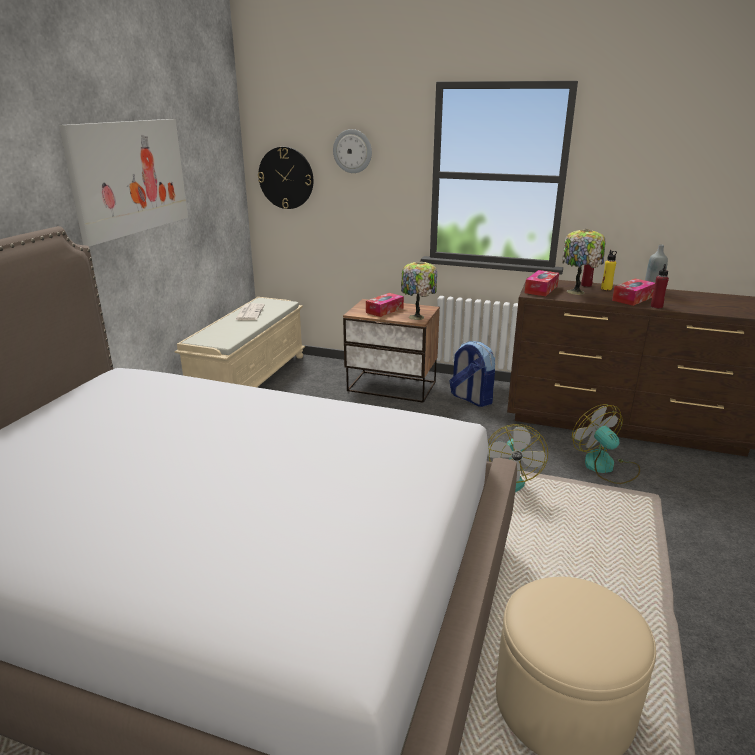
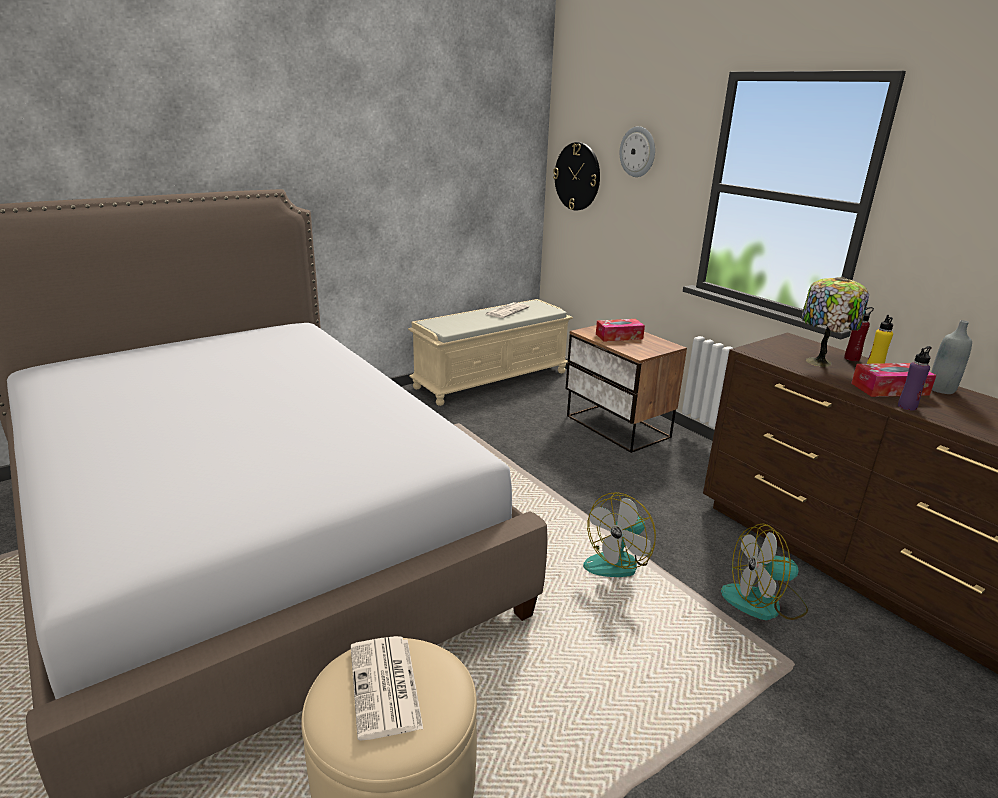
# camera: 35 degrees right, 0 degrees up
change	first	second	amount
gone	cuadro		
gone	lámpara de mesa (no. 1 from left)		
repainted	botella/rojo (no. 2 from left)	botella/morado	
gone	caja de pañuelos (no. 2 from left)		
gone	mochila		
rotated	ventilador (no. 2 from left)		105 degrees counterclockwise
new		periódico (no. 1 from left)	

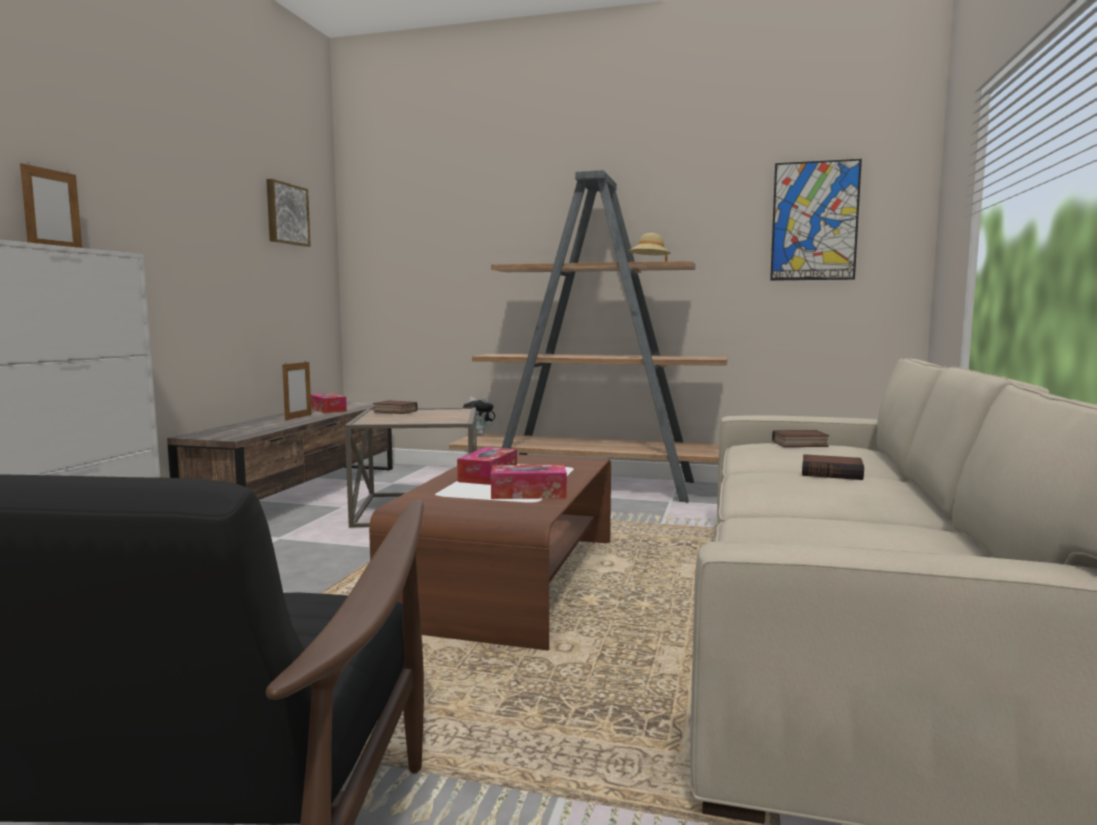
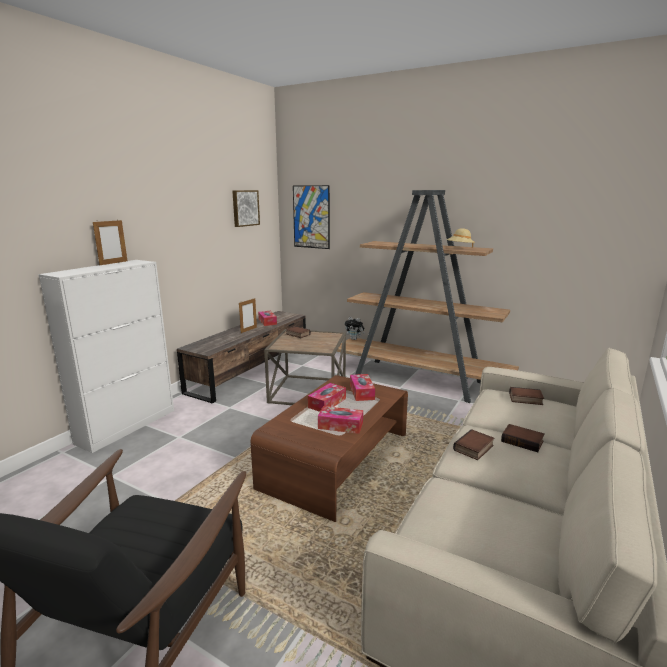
# camera: 15 degrees right, 10 degrees up
change	first	second	amount
shifted	cuadro (no. 2 from left)		
new		caja de pañuelos (no. 4 from left)	
new		libro (no. 2 from left)	

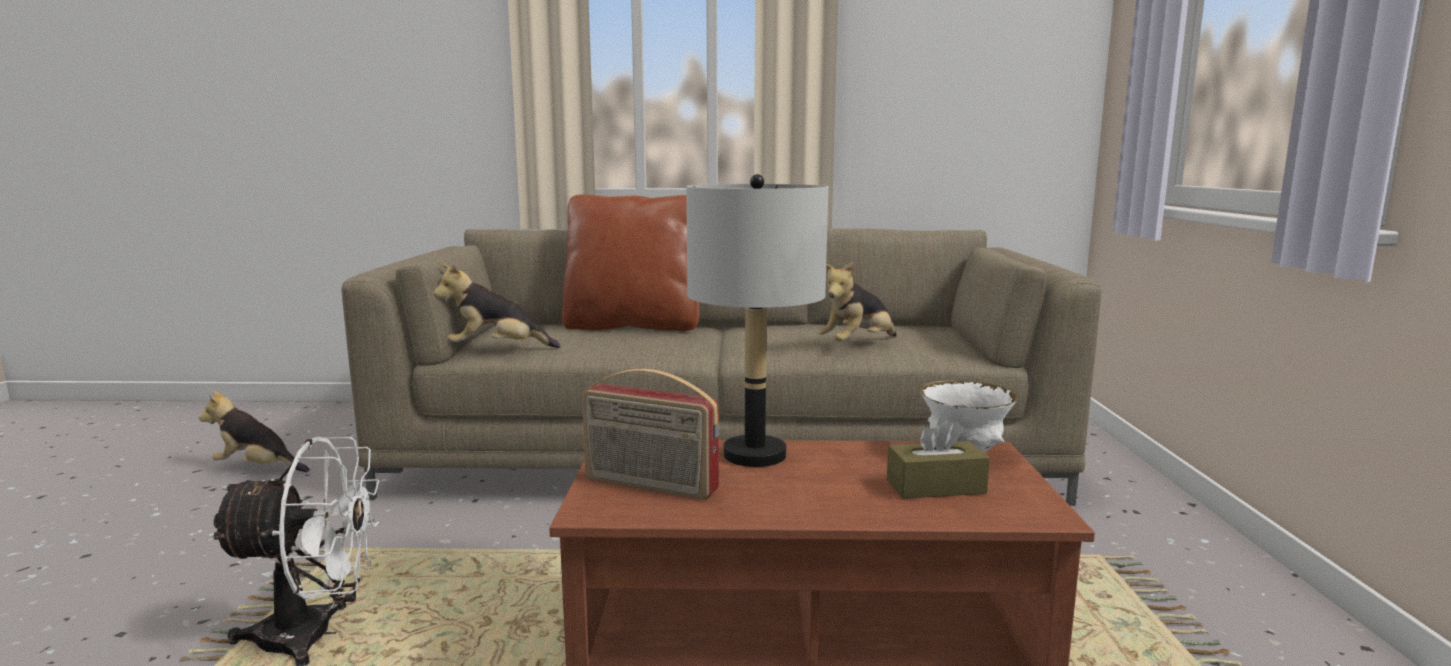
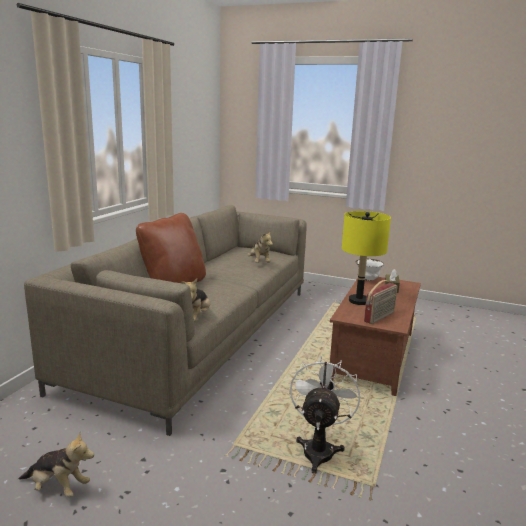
# camera: 70 degrees left, 5 degrees up
change	first	second	amount
repainted	lámpara de mesa/gris	lámpara de mesa/amarillo	
rotated	peluche (no. 1 from left)		105 degrees counterclockwise

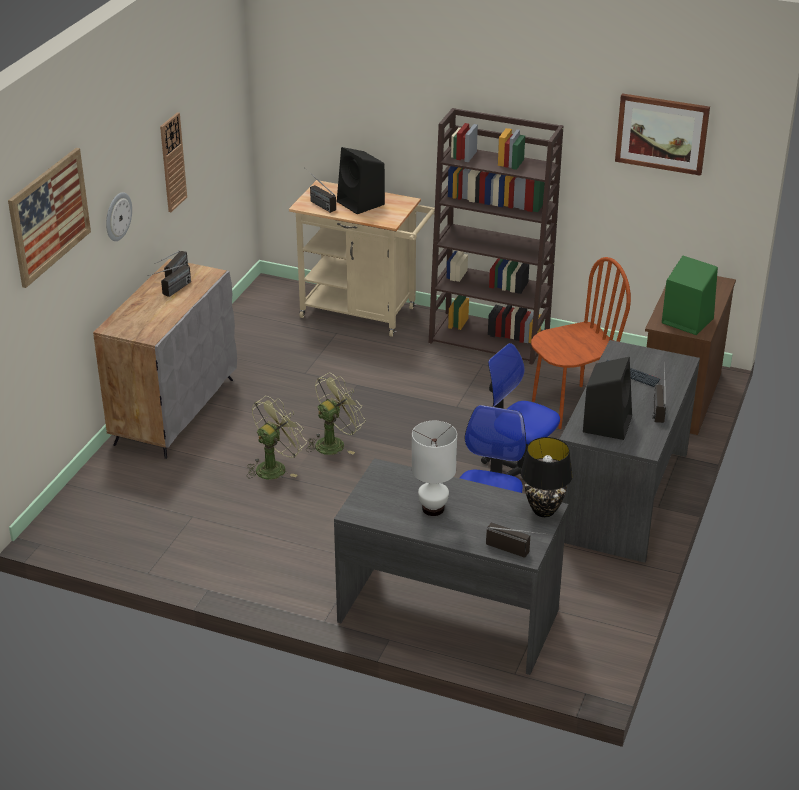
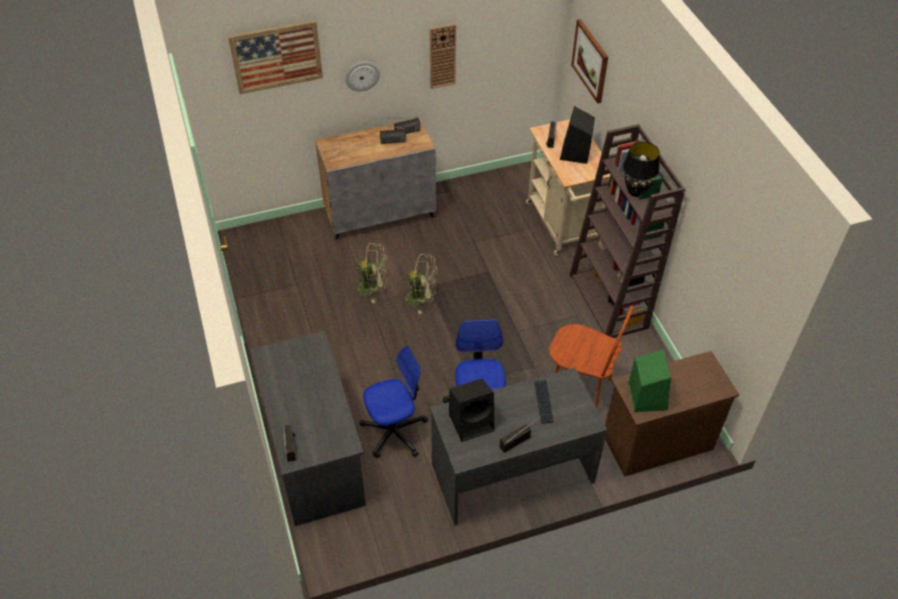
# camera: 50 degrees right, 15 degrees up
change	first	second	amount
shifted	cuadro (no. 2 from left)		
gone	lámpara de mesa/blanco		
shifted	lámpara de mesa/negro		

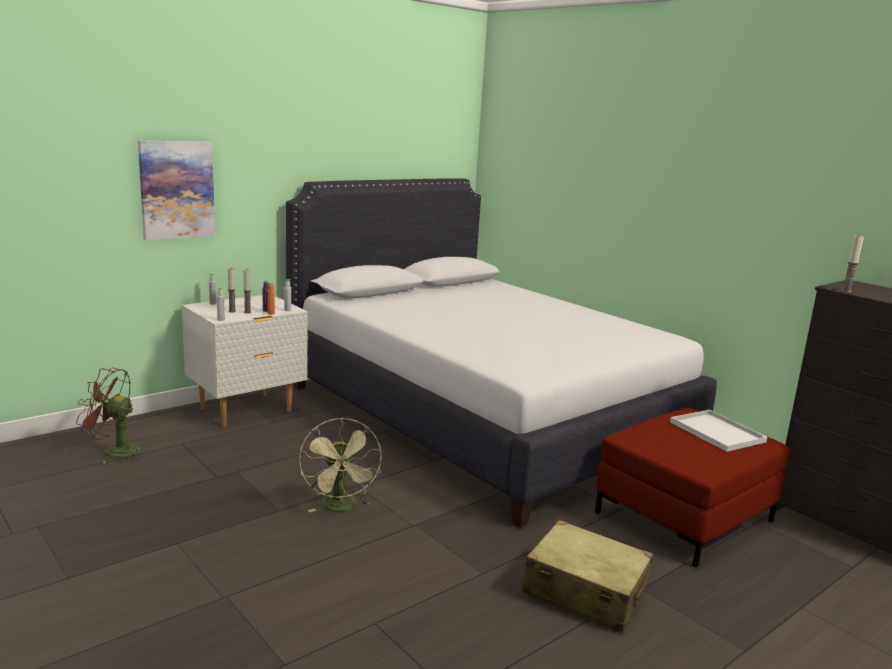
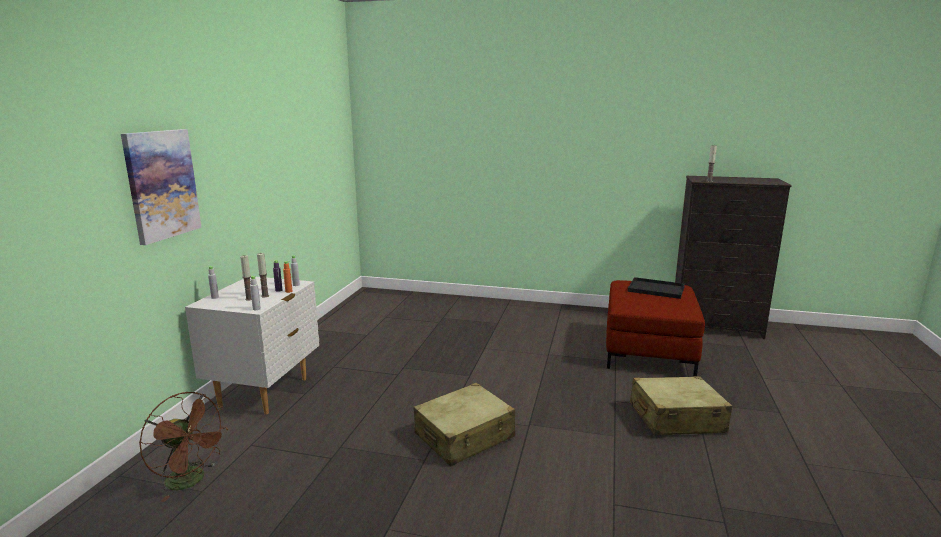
# camera: 35 degrees left, 0 degrees up
change	first	second	amount
gone	cama/blanco		
rotated	ventilador/marrón		120 degrees counterclockwise
repainted	bandeja/blanco	bandeja/negro	
swapped	ventilador/verde	maleta/beis (no. 1 from left)	

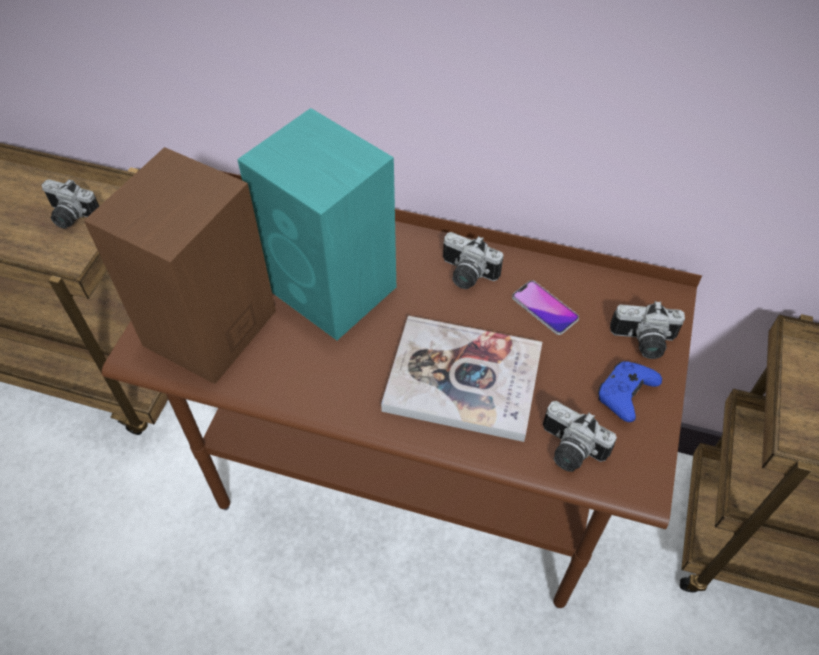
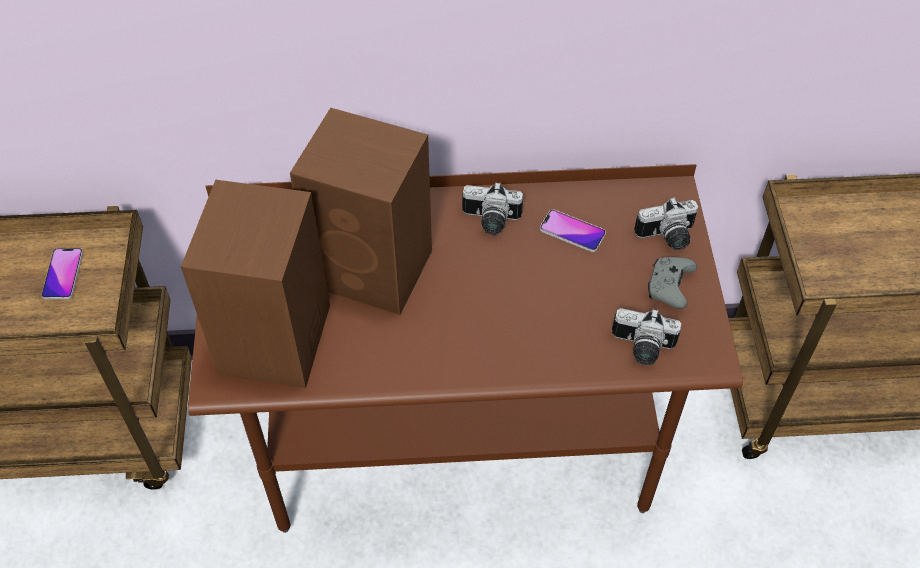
# camera: 20 degrees left, 0 degrees up
change	first	second	amount
repainted	altavoz/turquesa	altavoz/marrón (no. 2 from left)	
swapped	cámara (no. 1 from left)	móvil (no. 1 from left)	
gone	libro		
repainted	mando de consola/azul	mando de consola/gris	

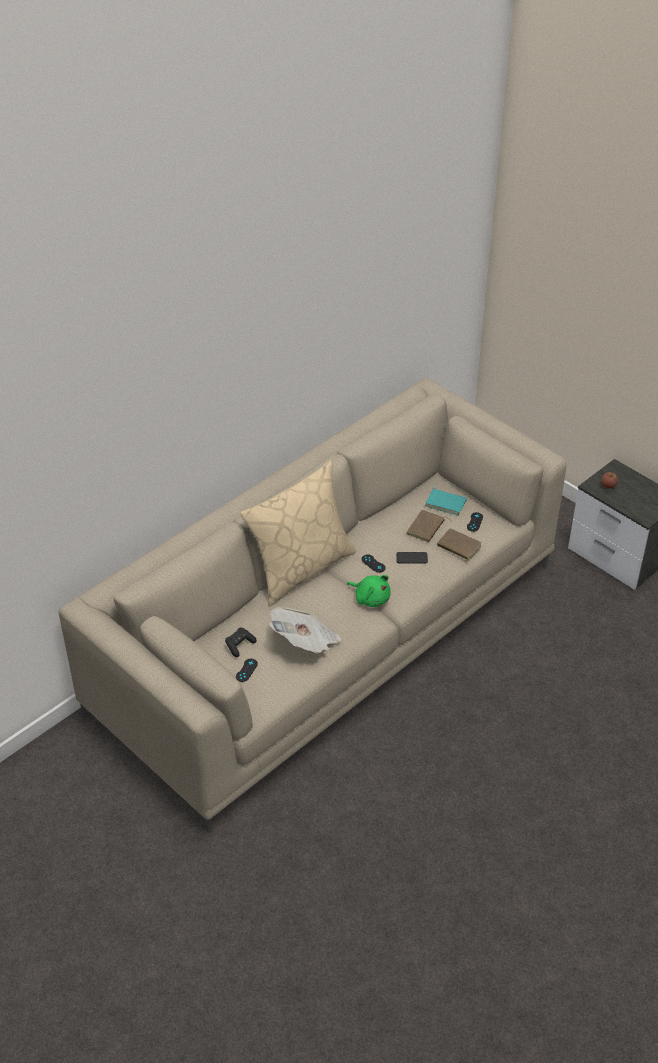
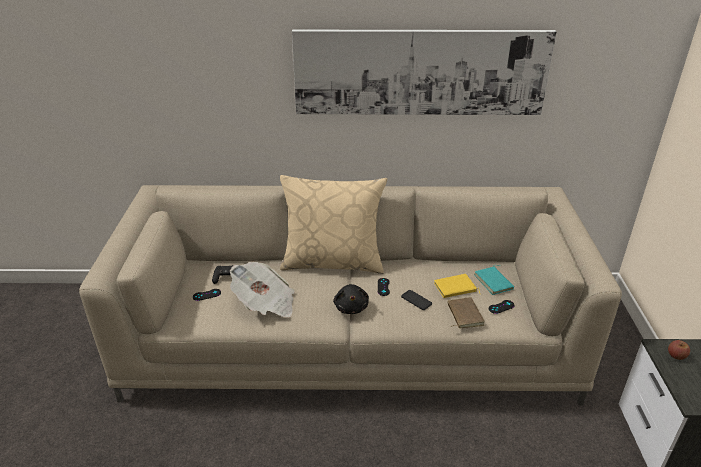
# camera: 45 degrees right, 10 degrees down
change	first	second	amount
repainted	libro/marrón (no. 1 from left)	libro/amarillo	
repainted	peluche/verde	peluche/negro	
new		cuadro	

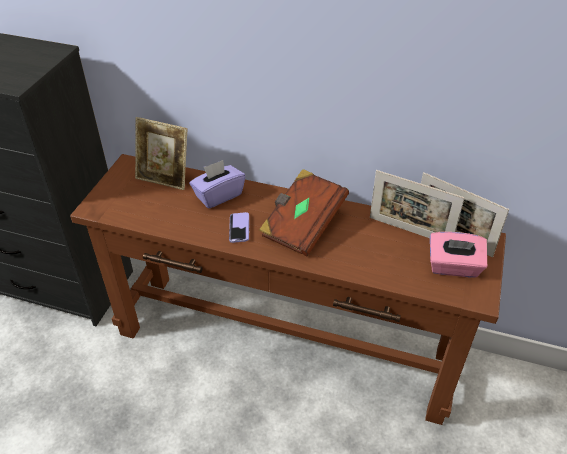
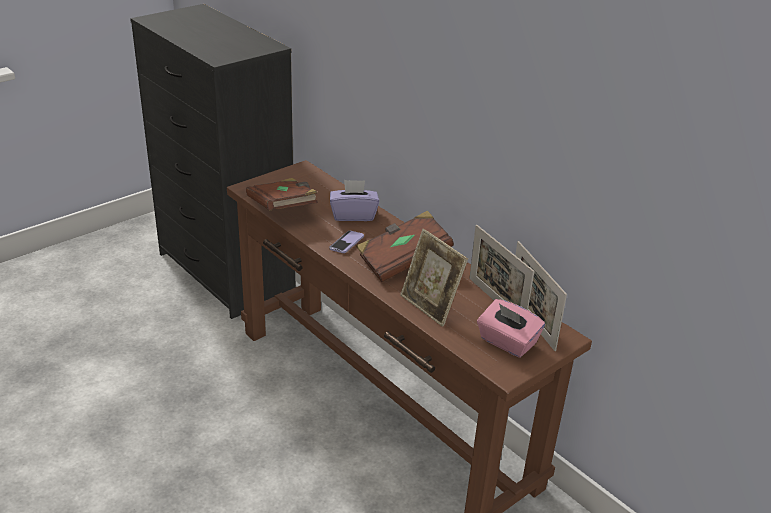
# camera: 30 degrees right, 10 degrees down
change	first	second	amount
shifted	portarretratos (no. 1 from left)		
new		libro/marrón (no. 1 from left)	

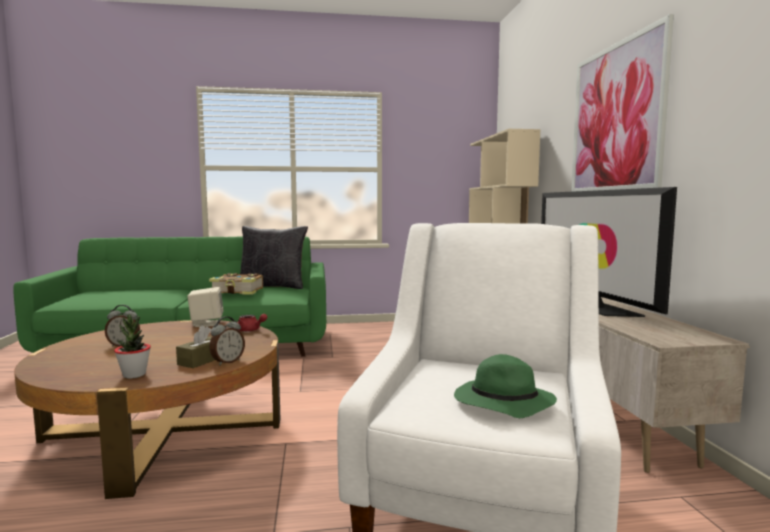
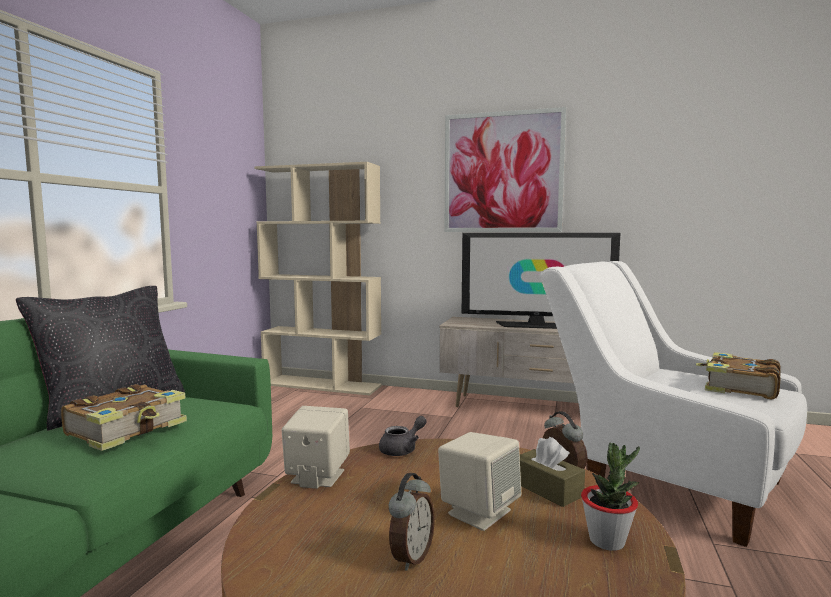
# camera: 65 degrees left, 0 degrees up
change	first	second	amount
repainted	tetera/rojo	tetera/gris	
swapped	sombrero/verde	libro (no. 2 from left)	
new		altavoz/beis (no. 2 from left)	

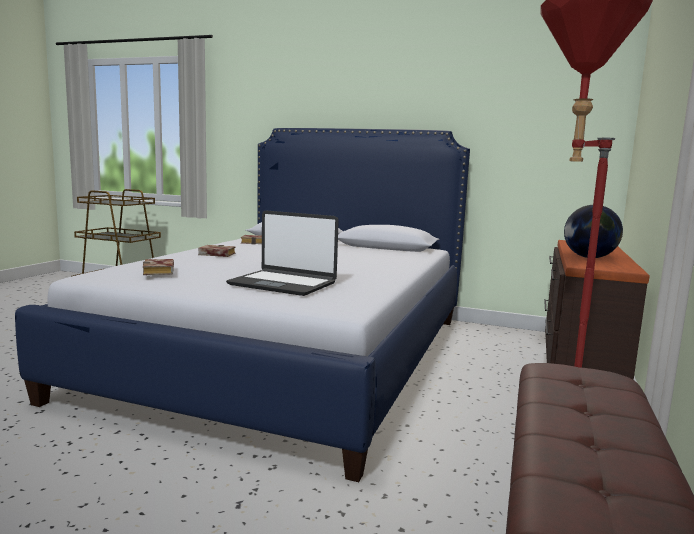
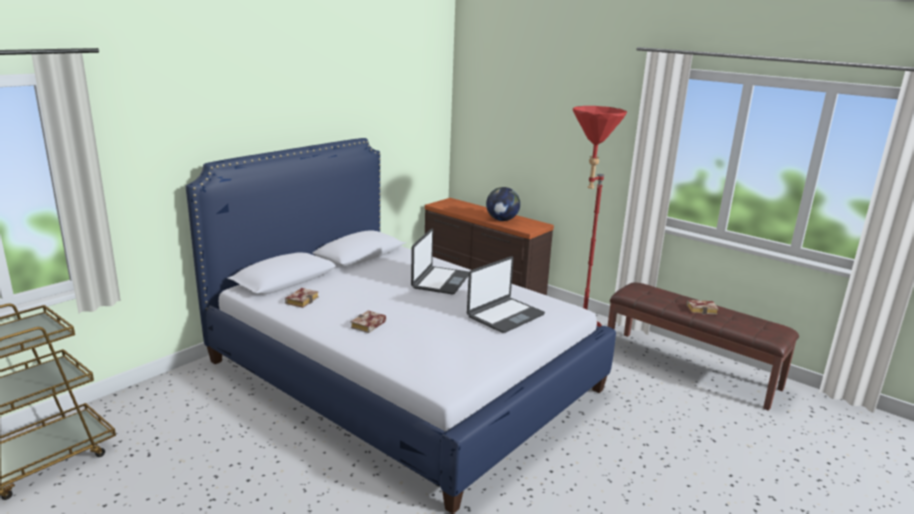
# camera: 70 degrees left, 10 degrees up
change	first	second	amount
shifted	libro (no. 1 from left in the first image)	libro (no. 3 from left)	
new		portátil (no. 1 from left)	

